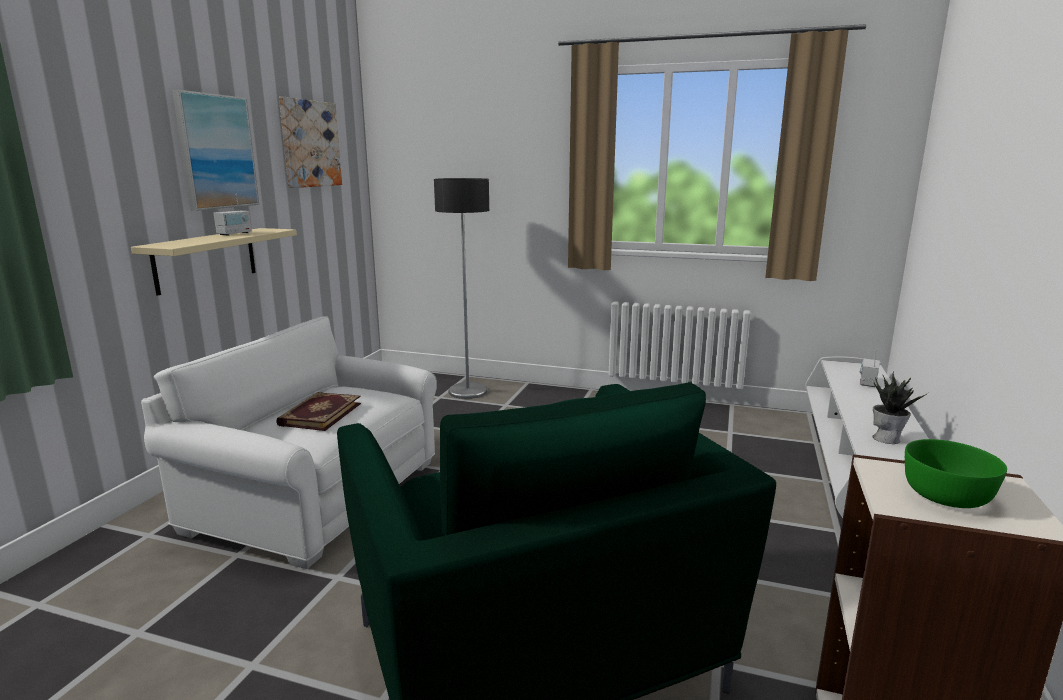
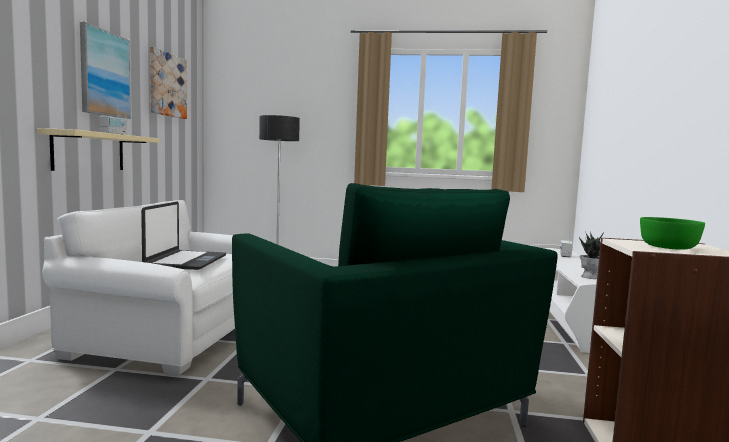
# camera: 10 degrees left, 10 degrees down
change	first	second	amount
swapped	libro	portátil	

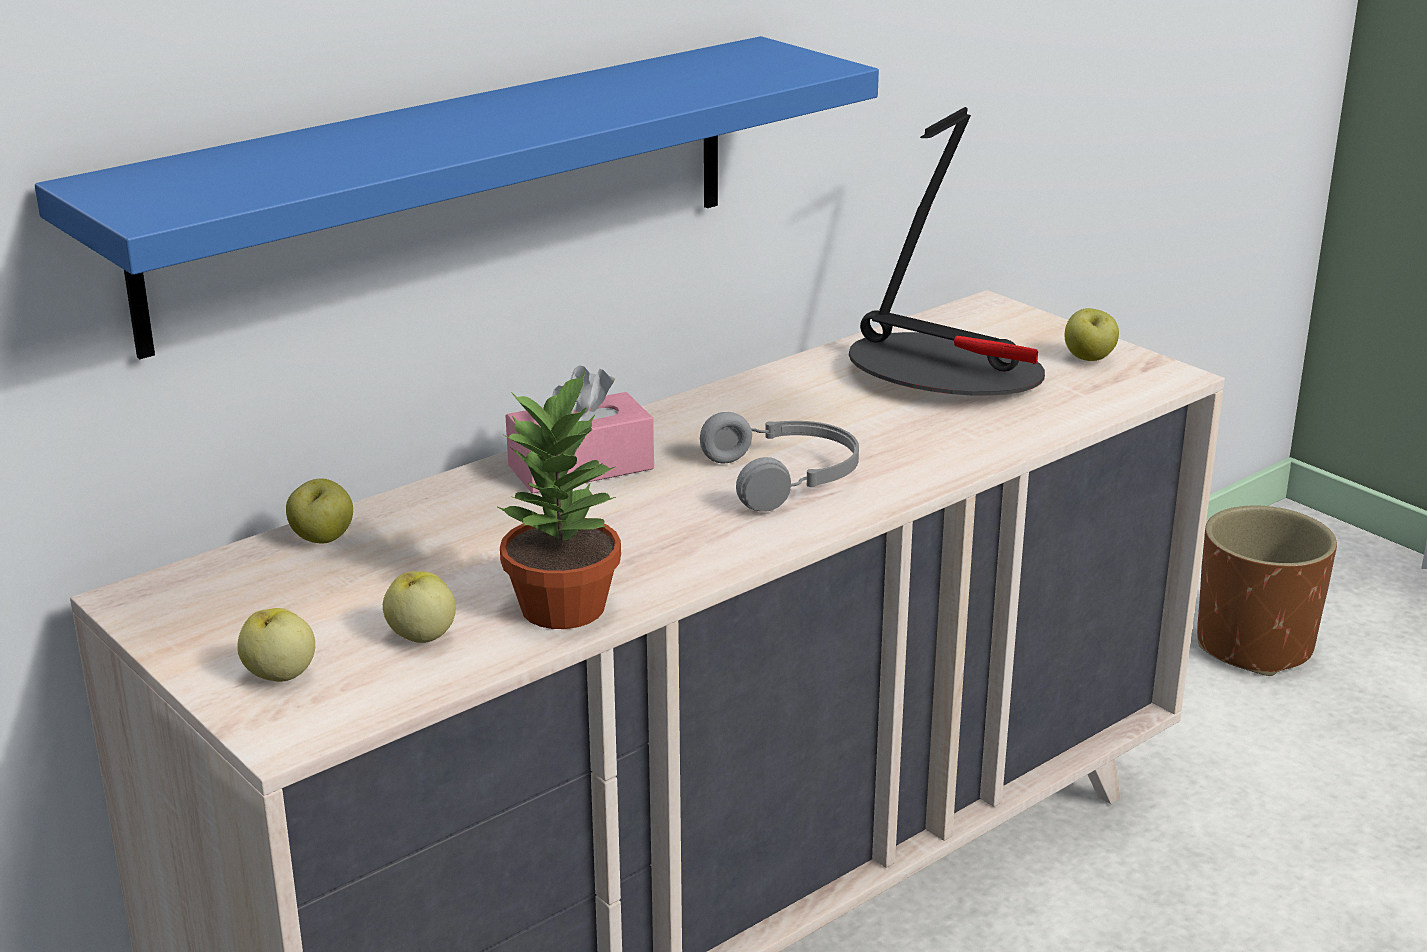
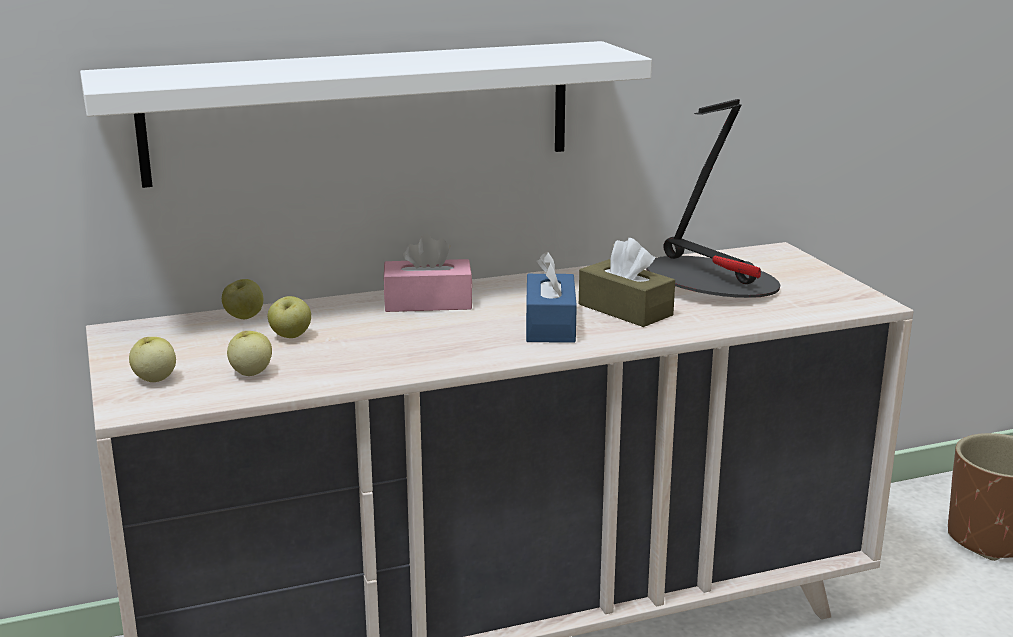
# camera: 20 degrees right, 5 degrees down
change	first	second	amount
repainted	estante/azul	estante/blanco	
shifted	manzana (no. 4 from left)		
gone	planta en maceta		
swapped	auriculares/gris	caja de pañuelos/azul	
new		caja de pañuelos/marrón	

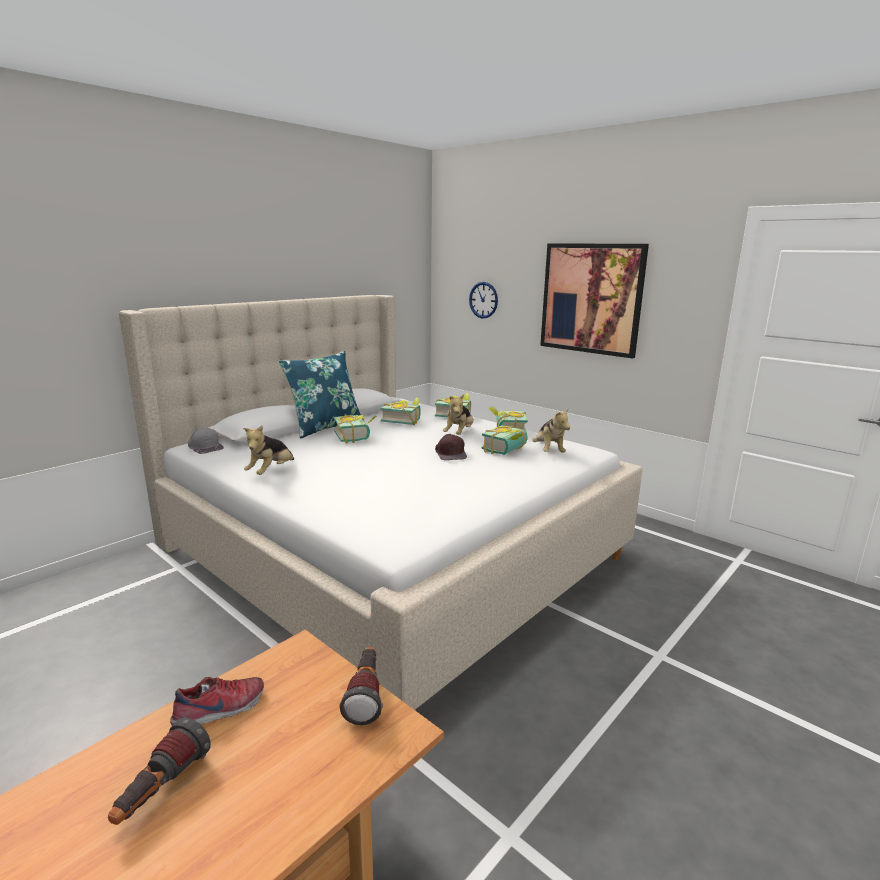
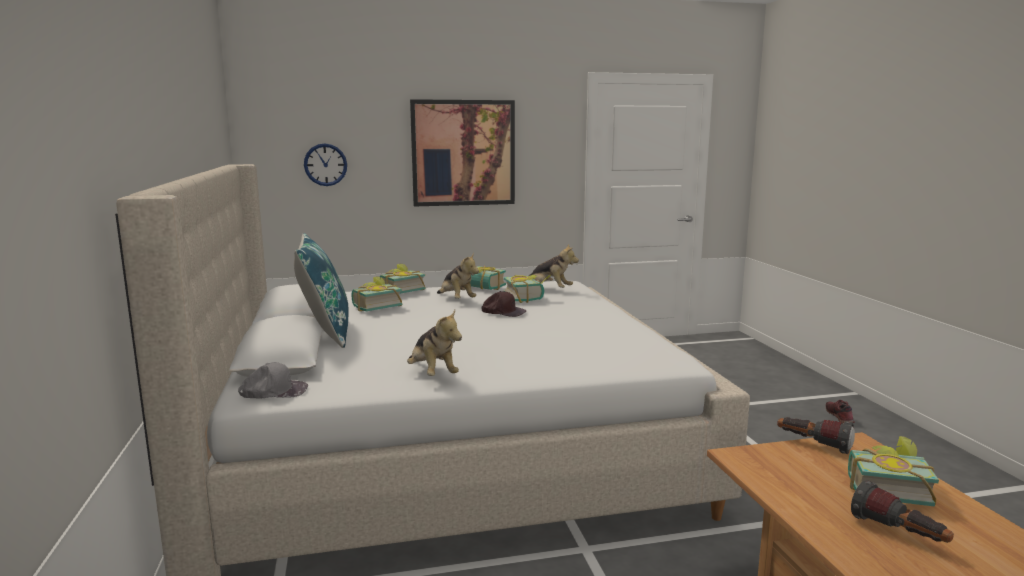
# camera: 55 degrees left, 5 degrees down
change	first	second	amount
shifted	libro (no. 1 from left in the first image)	libro (no. 5 from left)	
shifted	zapato		

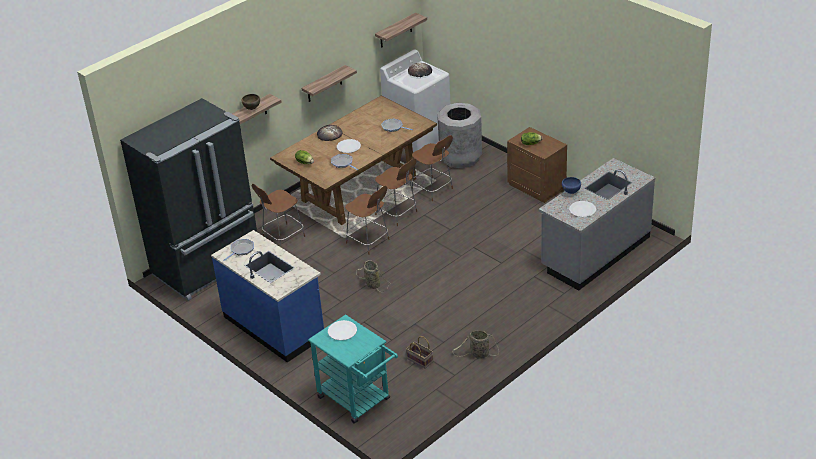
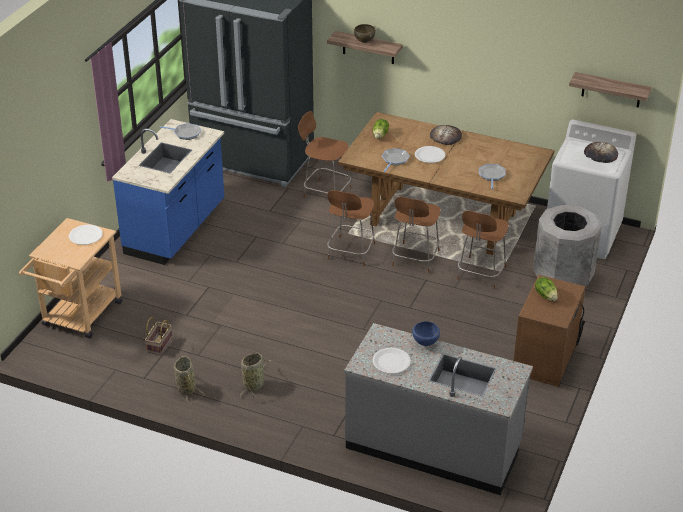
# camera: 65 degrees right, 0 degrees up
change	first	second	amount
gone	estante (no. 2 from left)		
shifted	cesta (no. 1 from left in the first image)	cesta (no. 3 from left)	
repainted	carrito/turquesa	carrito/beis	

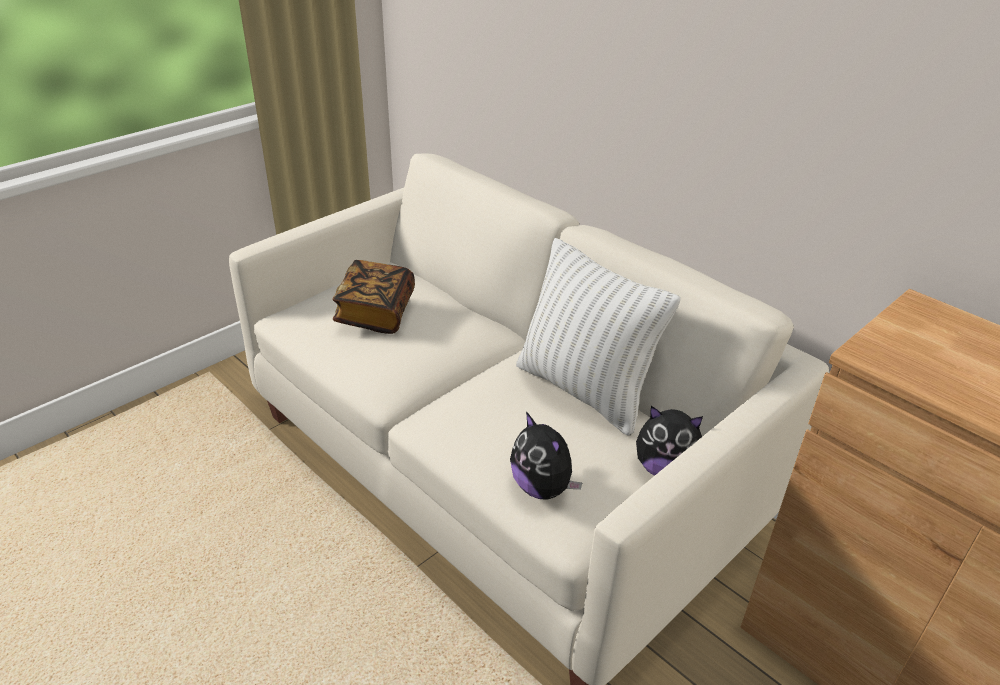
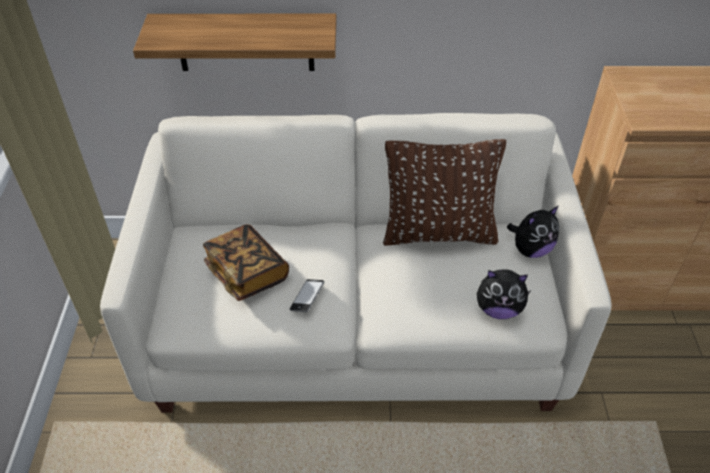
# camera: 45 degrees left, 10 degrees up
change	first	second	amount
repainted	cojín/blanco	cojín/marrón	
new		estante	
new		móvil	

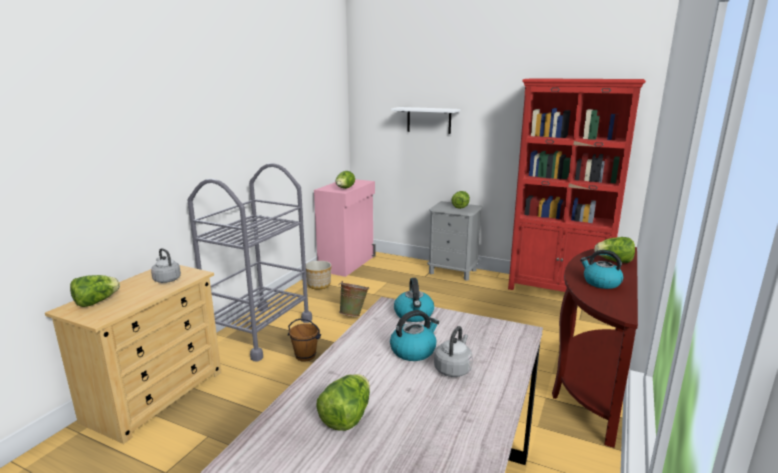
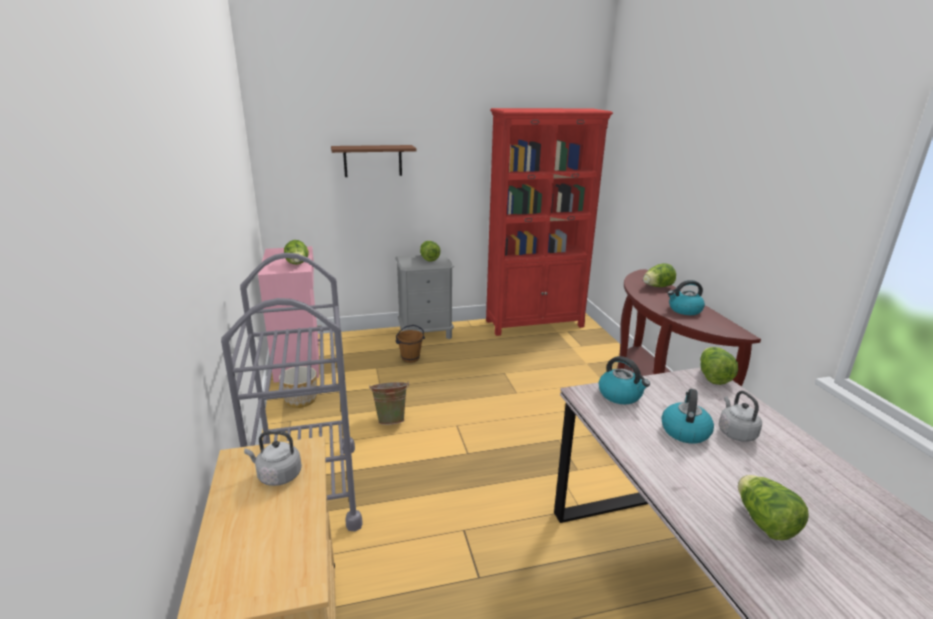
# camera: 40 degrees left, 5 degrees up
change	first	second	amount
repainted	estante/blanco	estante/marrón	
shifted	lechuga (no. 1 from left in the first image)	lechuga (no. 4 from left)	
shifted	cubo/marrón		

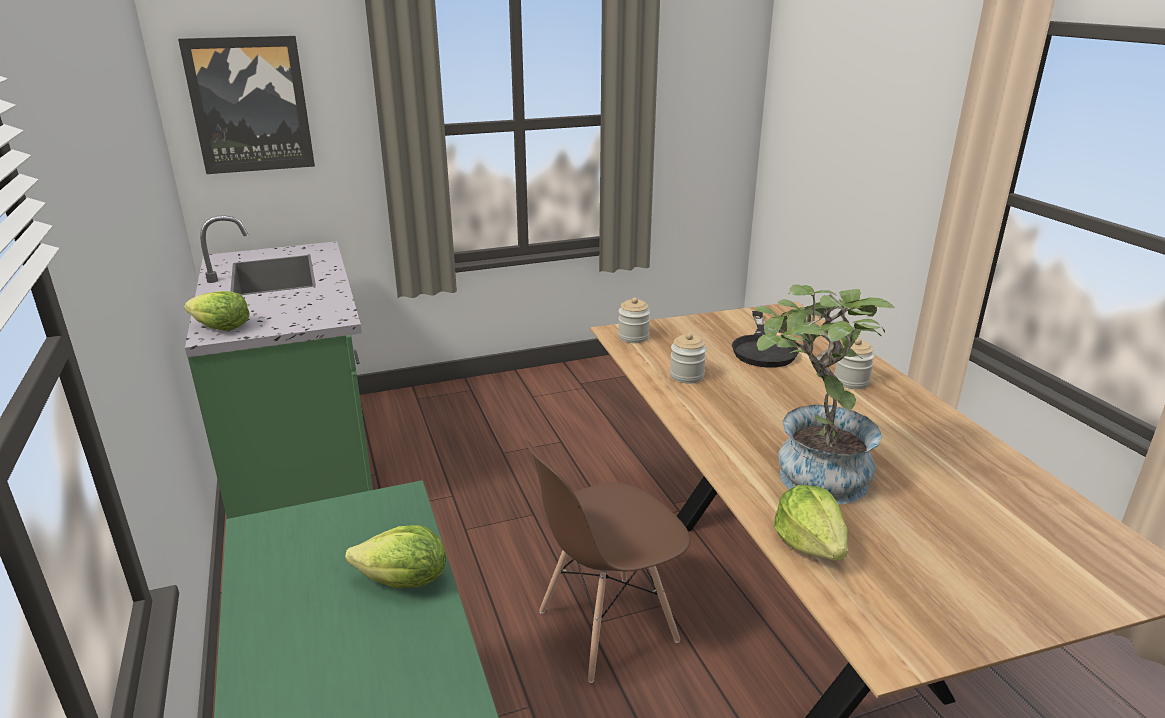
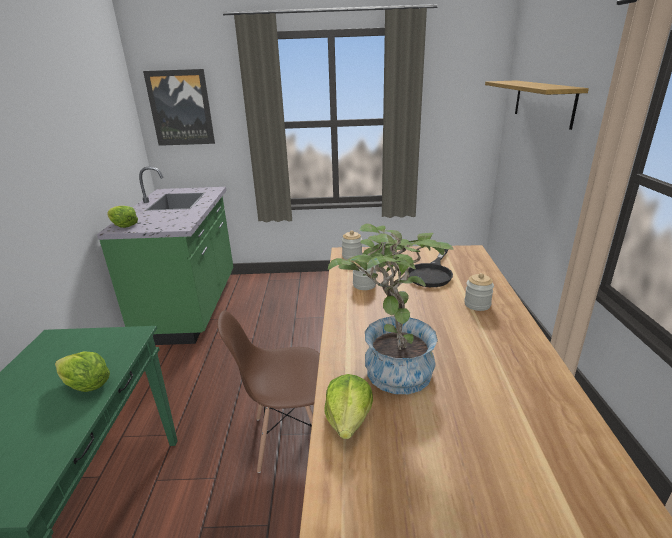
# camera: 20 degrees right, 0 degrees up
change	first	second	amount
new		estante	

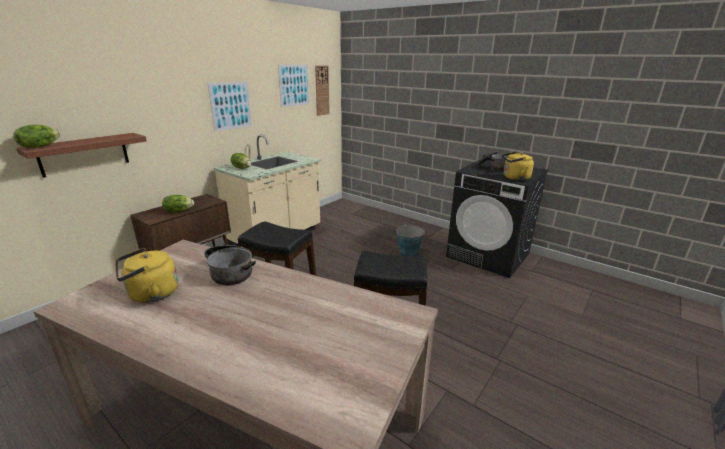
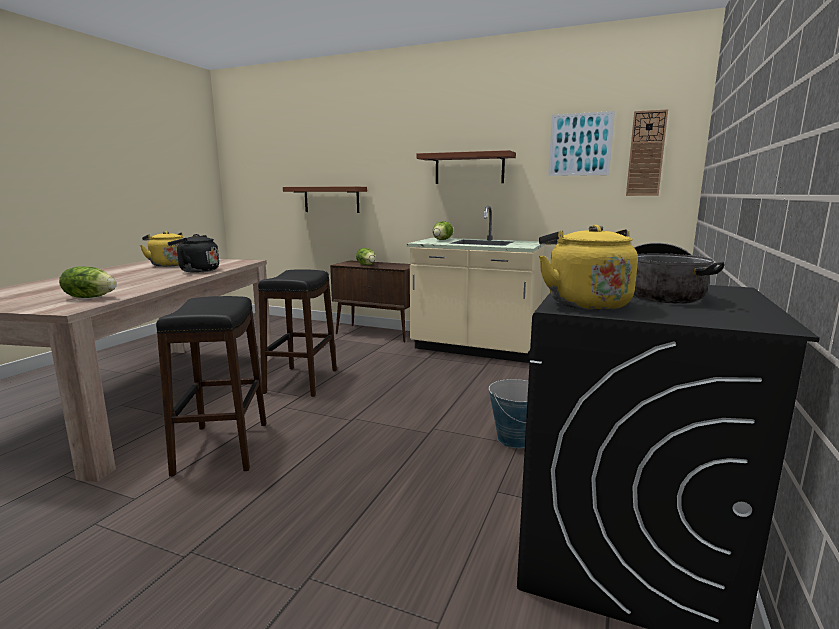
# camera: 75 degrees right, 10 degrees down
change	first	second	amount
swapped	cuadro (no. 1 from left)	estante/marrón (no. 2 from left)	
shifted	lechuga (no. 1 from left)		
swapped	olla (no. 1 from left)	hervidor/negro	

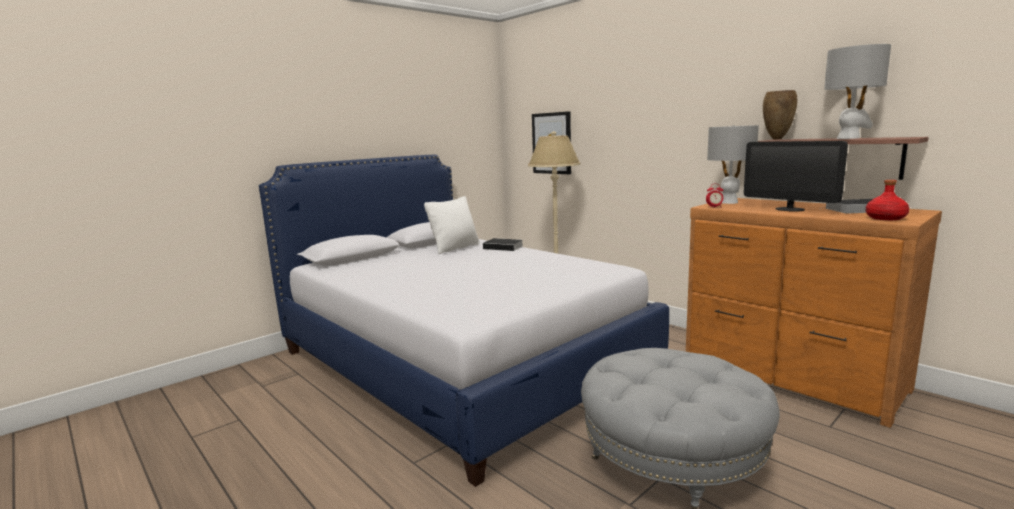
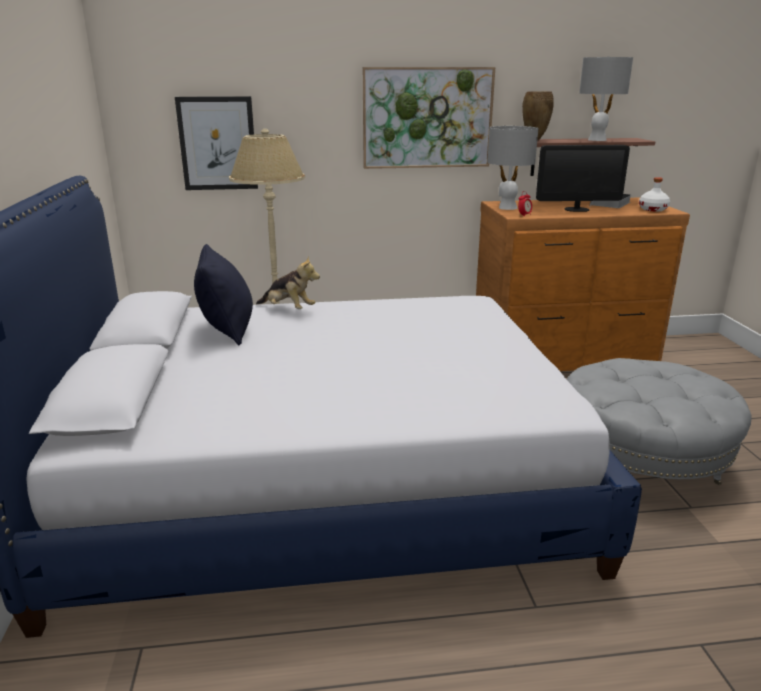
# camera: 55 degrees left, 10 degrees up
change	first	second	amount
repainted	botella/rojo	botella/blanco	
repainted	cojín/blanco	cojín/negro	
swapped	libro (no. 1 from left)	peluche	
new		cuadro (no. 2 from left)	

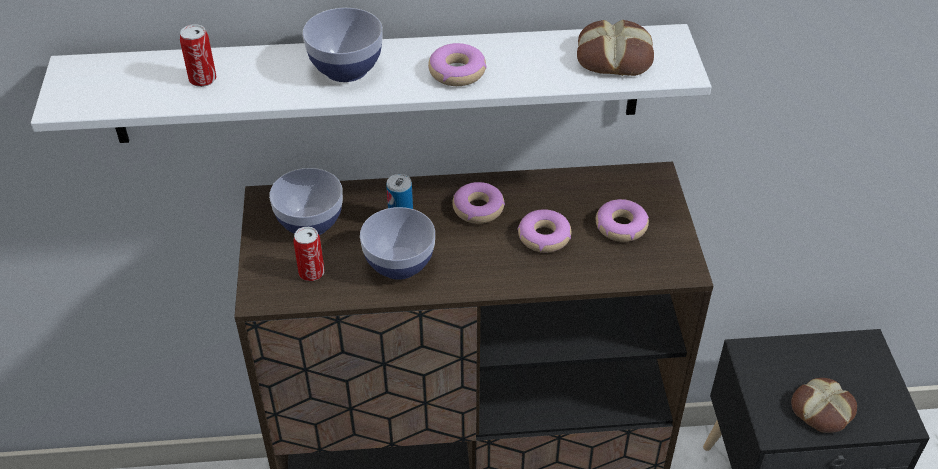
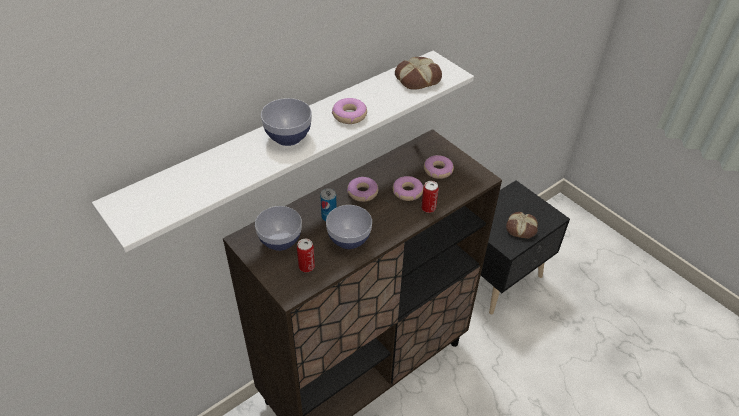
# camera: 35 degrees left, 0 degrees up
change	first	second	amount
shifted	lata (no. 1 from left in the first image)	lata (no. 3 from left)	

